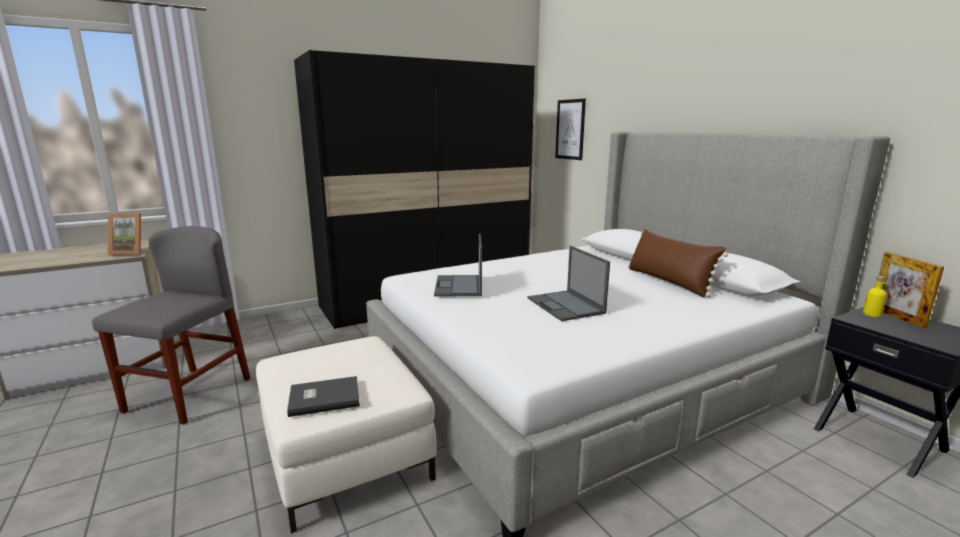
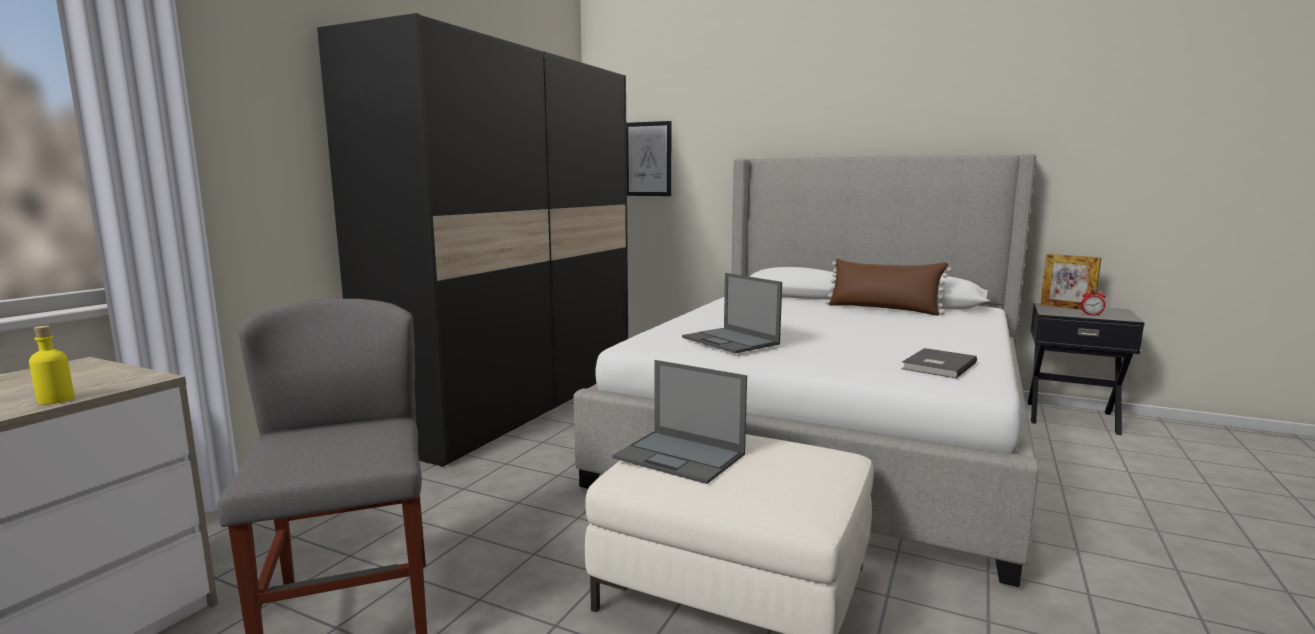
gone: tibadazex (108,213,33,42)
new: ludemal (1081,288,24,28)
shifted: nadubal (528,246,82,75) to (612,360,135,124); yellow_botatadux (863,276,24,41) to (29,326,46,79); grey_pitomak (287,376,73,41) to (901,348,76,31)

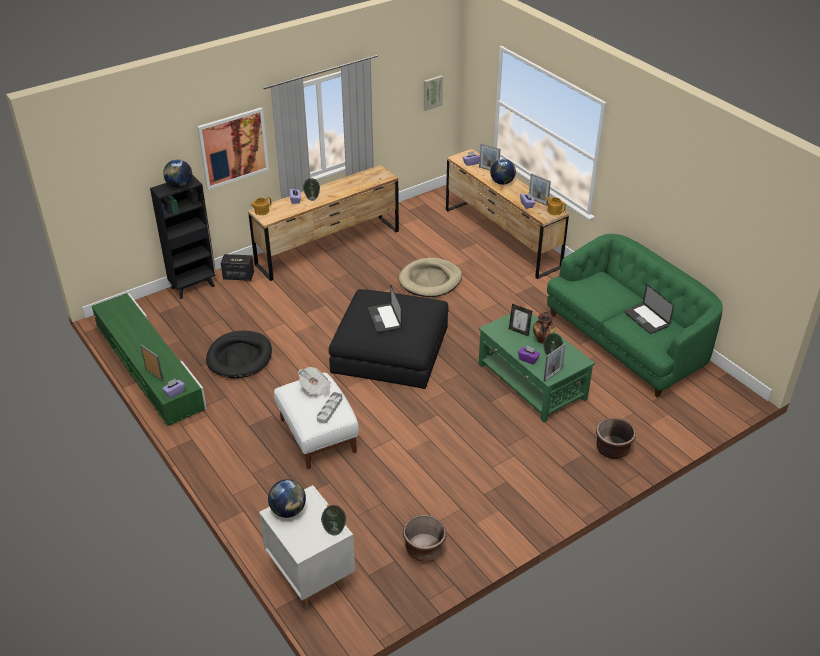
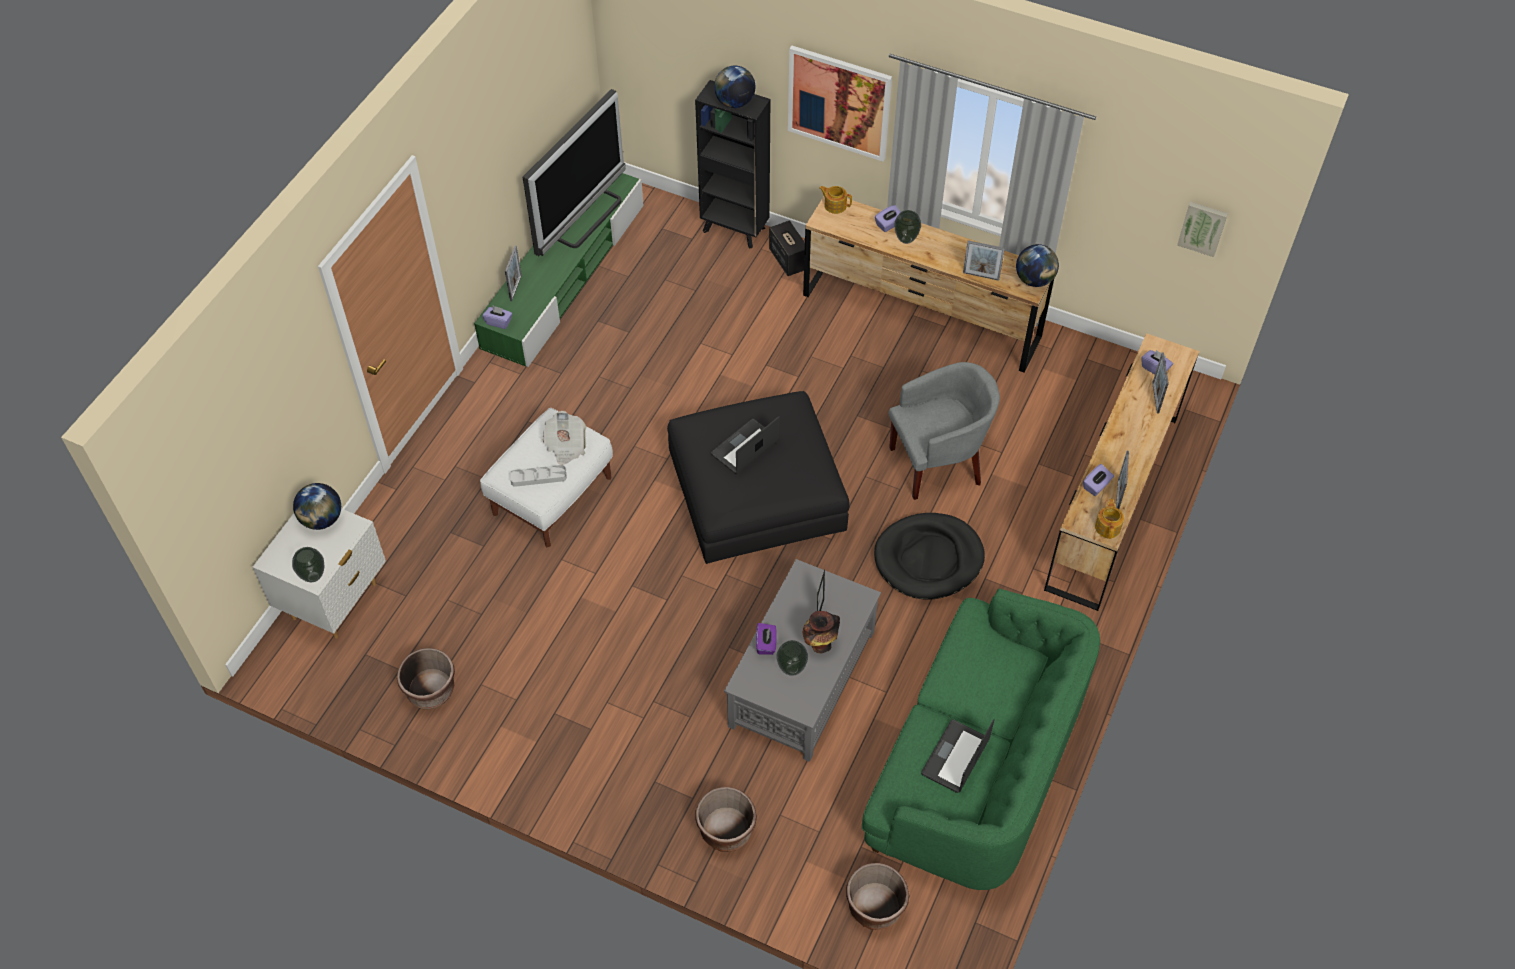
new: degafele (523,89,103,167); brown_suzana (846,863,63,67)
shifted: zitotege (490,159,26,26) to (1016,244,43,43); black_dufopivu (206,331,66,48) to (874,513,111,87); tibadazex (544,343,22,39) to (963,240,42,41)
swapped: beige_dufopivu (398,258,64,39) to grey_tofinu (889,362,111,138)
repainted: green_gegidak (478,307,117,115) to grey_gegidak (724,559,157,203)

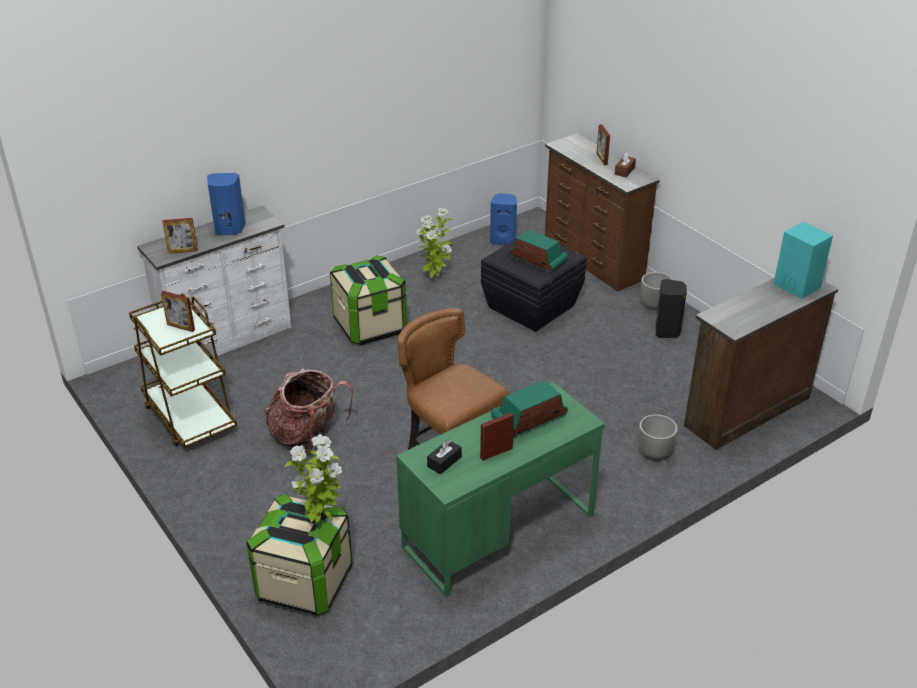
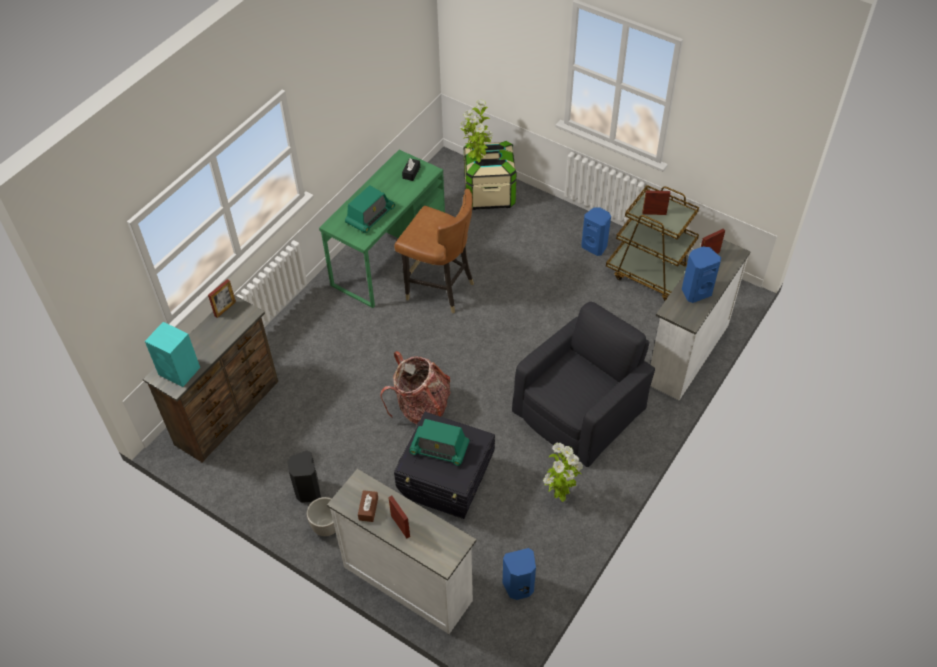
gone: suzana (638,414,40,45)
new: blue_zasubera (581,207,30,49)
shifted: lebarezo (264,368,89,85) to (380,351,71,73); tibadazex (480,413,34,48) to (208,279,28,39)
swapped: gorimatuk (330,256,77,89) to black_tofinu (512,302,143,165)
repainted: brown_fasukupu (545,133,114,159) to white_fasukupu (327,469,149,165)

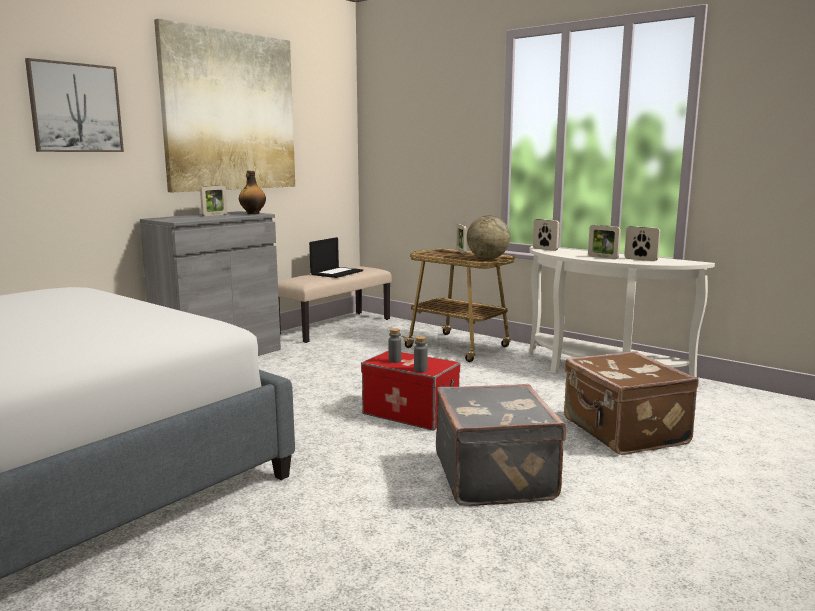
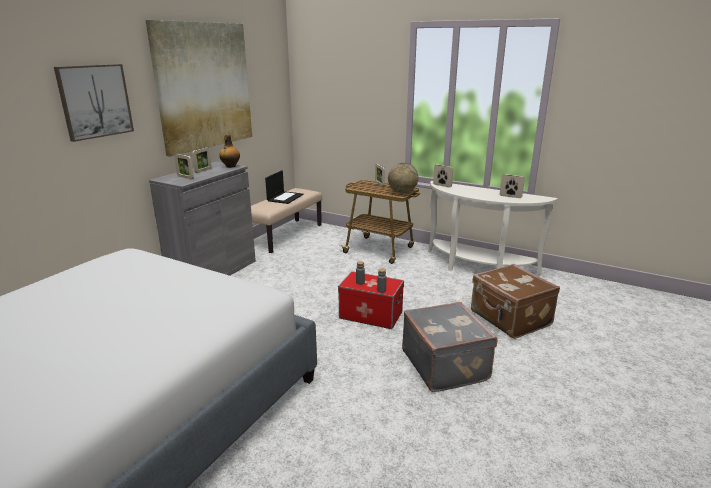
shifted: tibadazex (588,225,33,34) to (174,154,20,25)

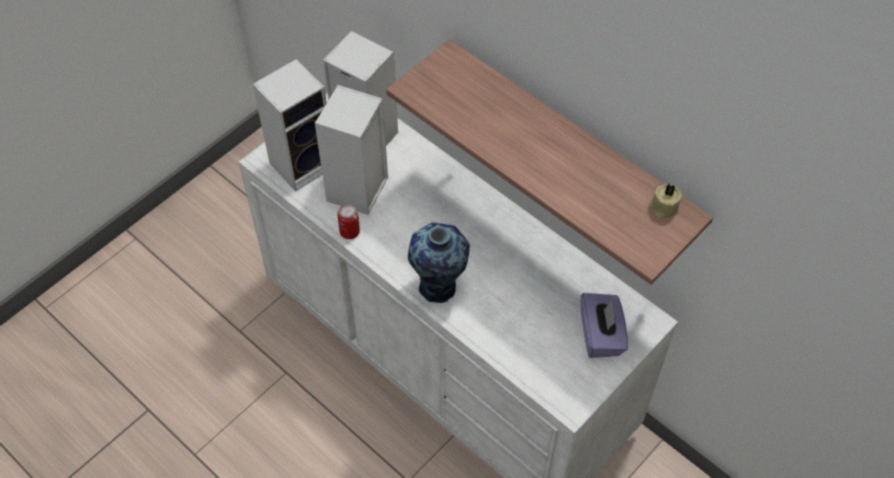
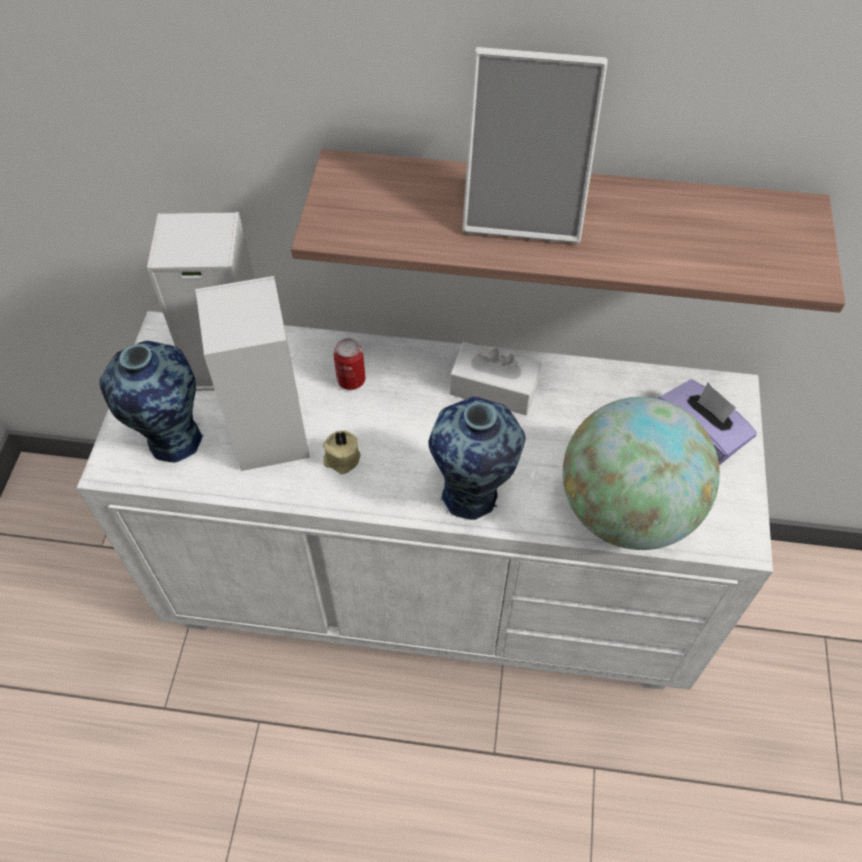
new: tibadazex (462,47,146,197); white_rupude (450,342,91,73); zitotege (563,397,157,153)
shifted: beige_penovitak (649,183,33,35) to (323,430,38,44); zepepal (337,204,23,35) to (334,338,31,52)
swapped: zasubera (253,59,74,132) to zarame (99,341,105,121)

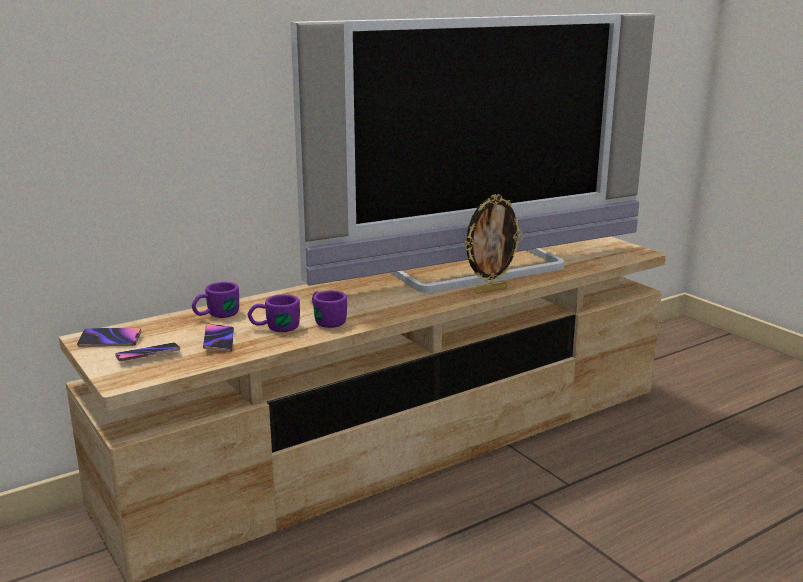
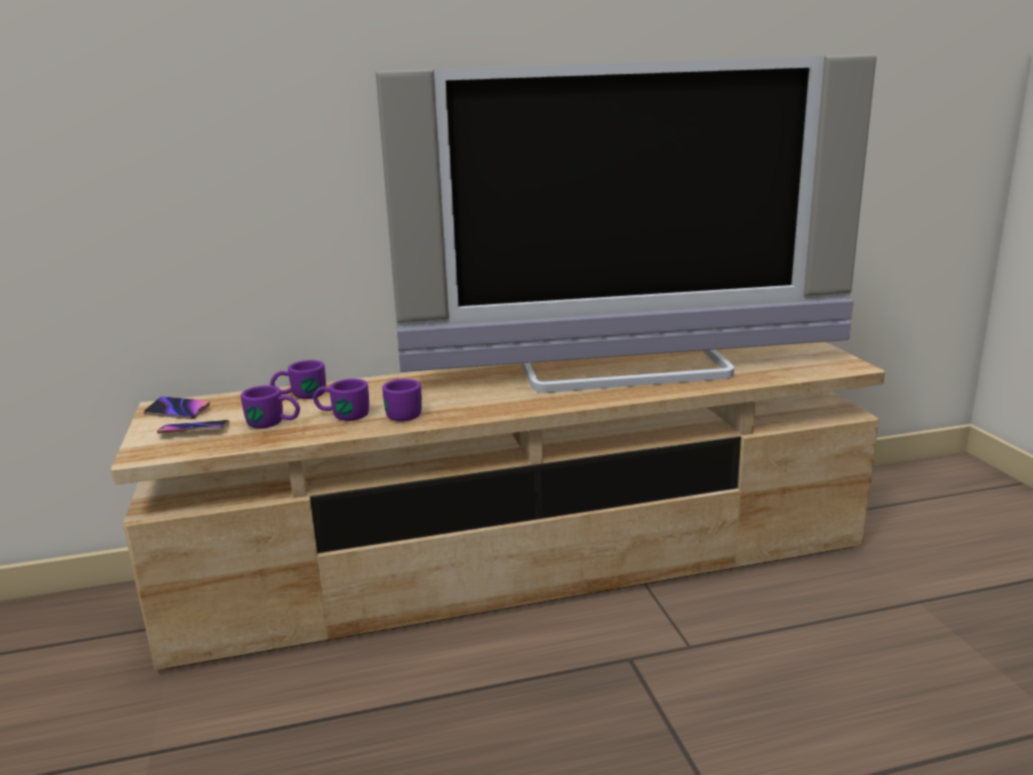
gone: tibadazex (464,194,58,100)
swapped: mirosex (203,324,31,28) to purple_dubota (241,385,59,43)

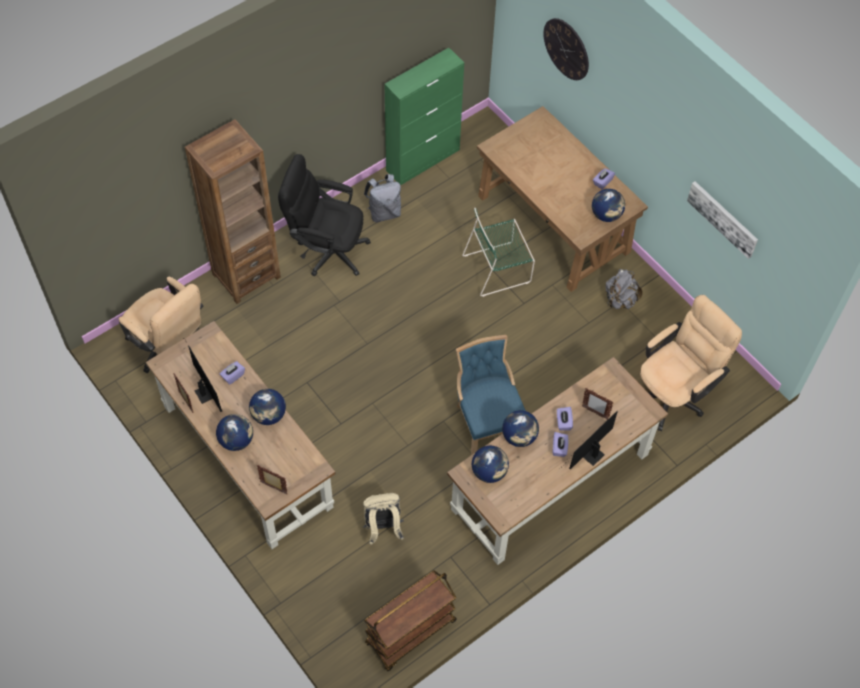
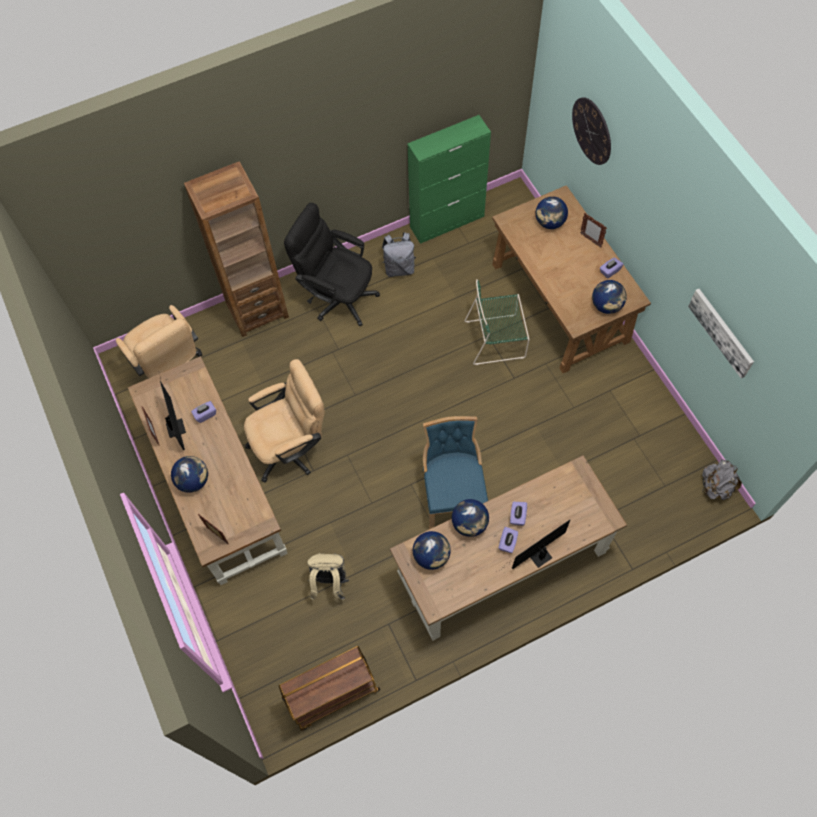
shifted: grey_lebarezo (606,269,37,40) to (702,459,40,41); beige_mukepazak (640,295,102,136) to (244,359,81,124); tibadazex (582,388,31,32) to (580,213,27,35); zitotege (249,389,37,36) to (536,196,32,33)

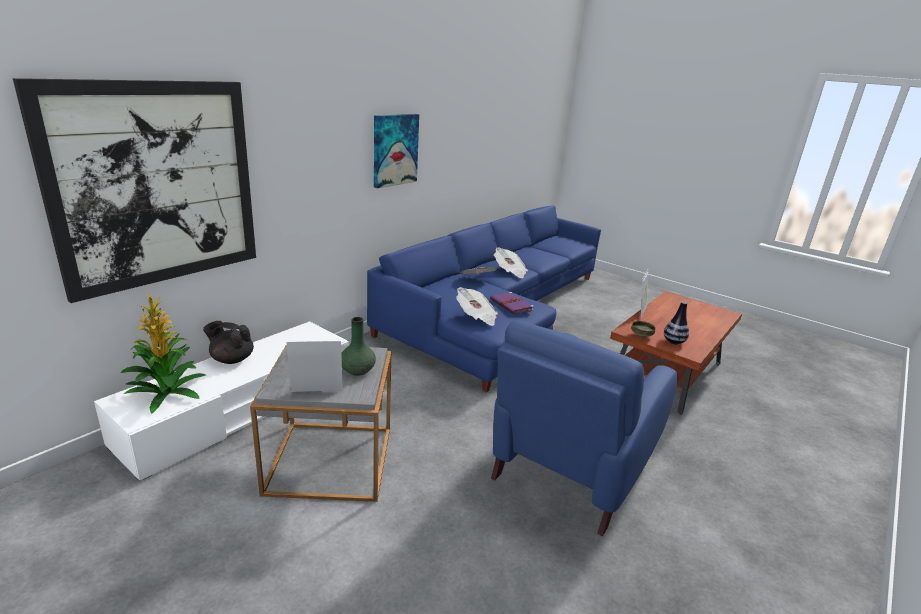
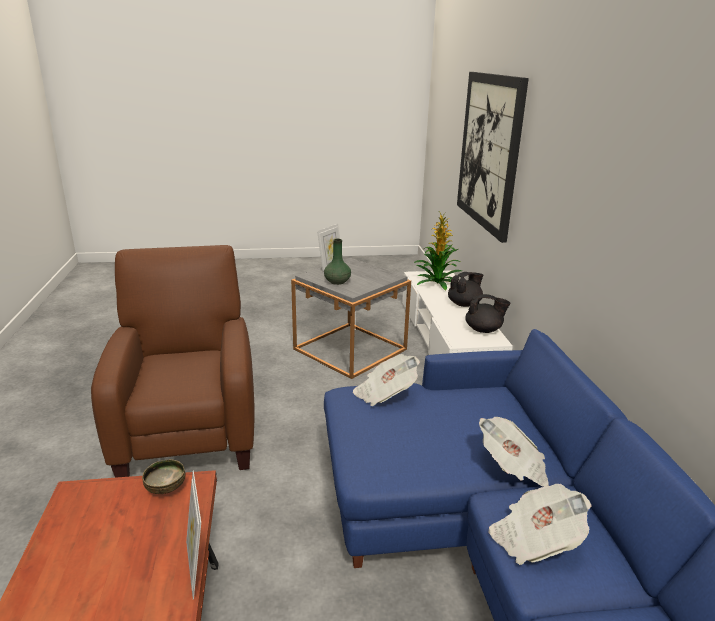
gone: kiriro (374,114,45,74); purple_pitomak (490,292,44,22); zarame (664,301,25,43)
new: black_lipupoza (465,294,45,39)
repainted: blue_tofinu (491,320,186,216) to brown_tofinu (91,245,163,233)

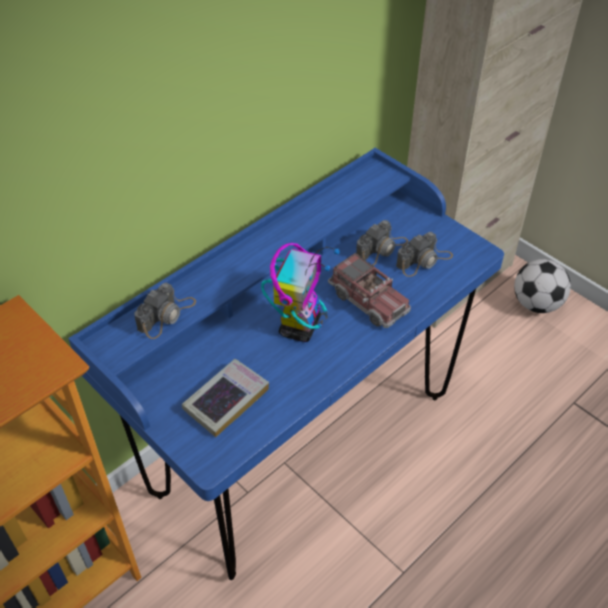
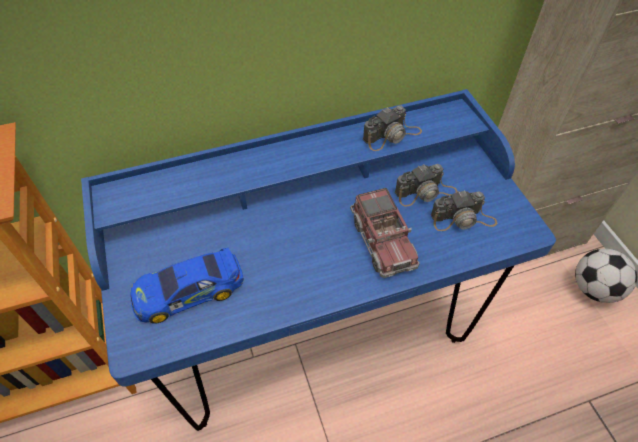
gone: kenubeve (261,243,79,99)
shifted: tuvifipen (134,283,62,56) to (363,105,59,46)
swapped: pitomak (182,359,87,78) to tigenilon (130,248,114,76)

